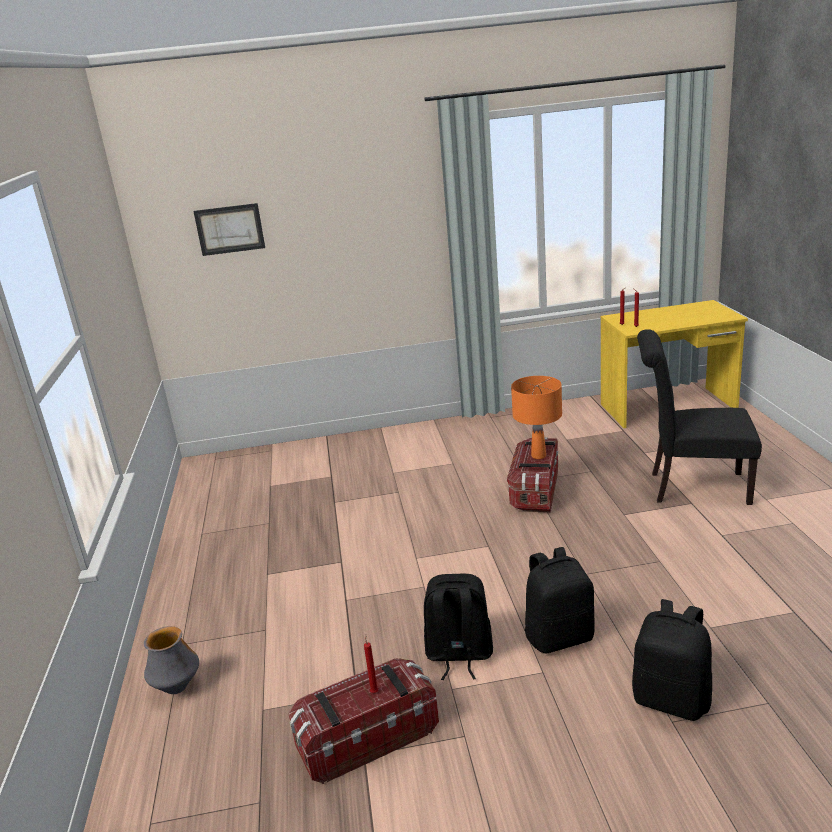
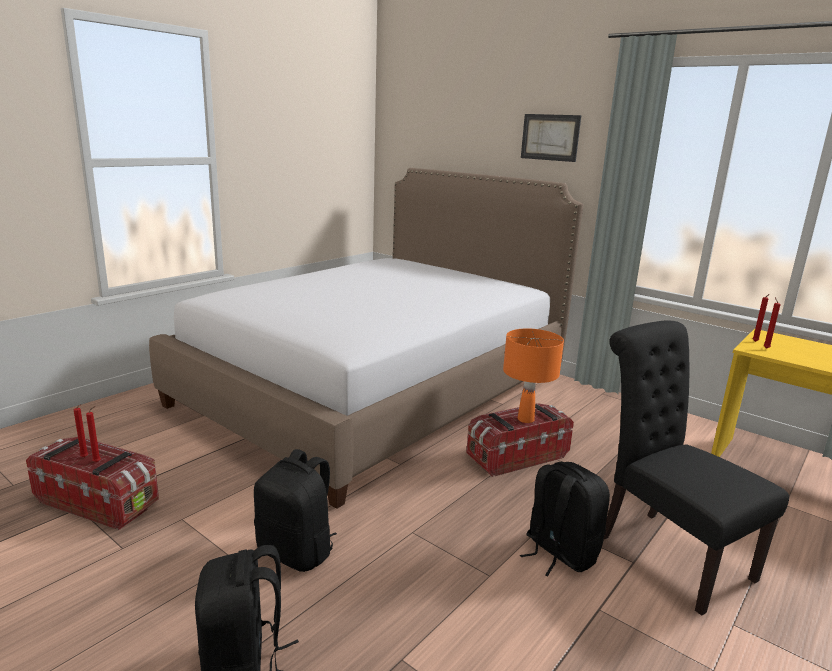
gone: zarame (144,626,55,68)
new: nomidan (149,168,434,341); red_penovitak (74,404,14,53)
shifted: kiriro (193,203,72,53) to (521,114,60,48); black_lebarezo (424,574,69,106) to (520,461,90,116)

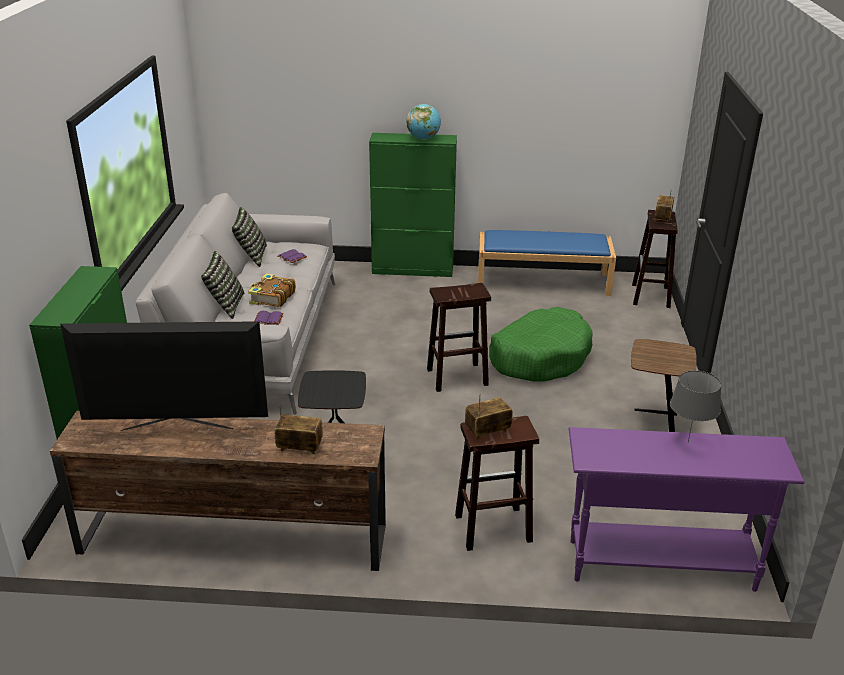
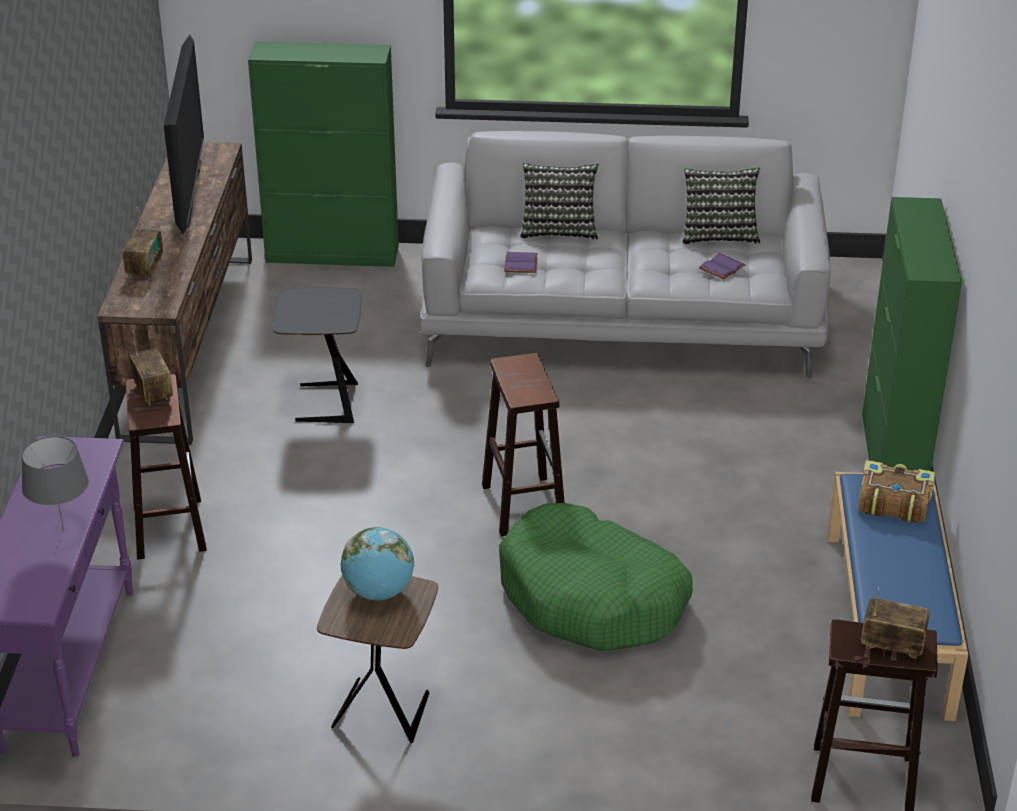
shifted: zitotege (406,104,35,36) to (341,527,73,73); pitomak (248,274,48,33) to (858,460,78,63)

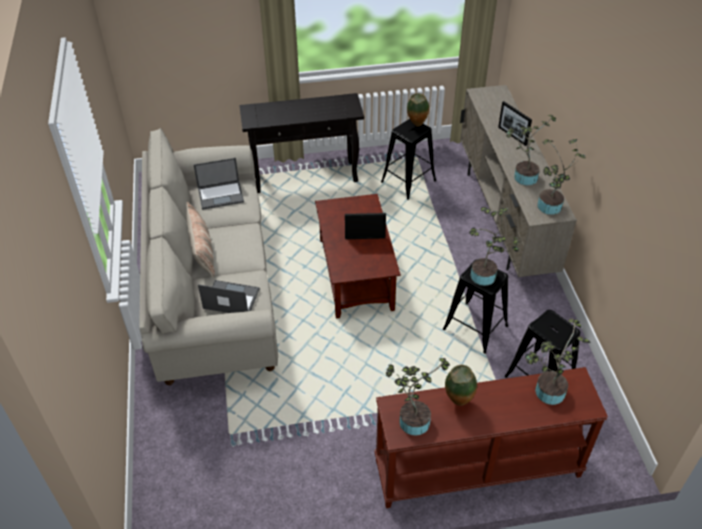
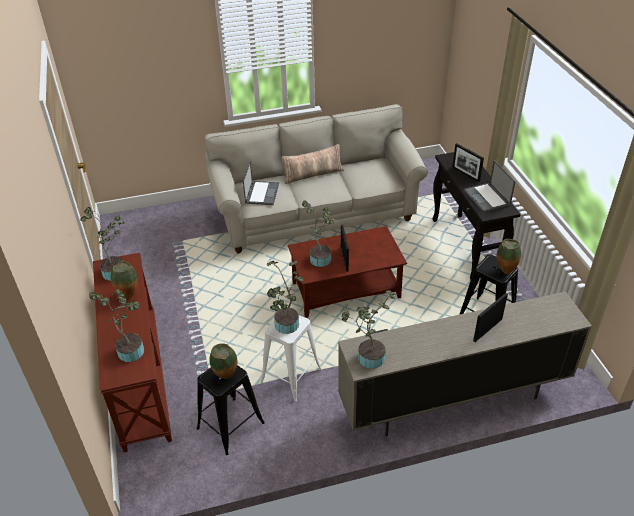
new: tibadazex (452,143,32,39); zarame (209,343,28,36)
shifted: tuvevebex (506,115,51,70) to (302,200,33,67); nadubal (194,158,50,52) to (464,160,52,53)
repainted: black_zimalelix (443,259,65,95) to white_zimalelix (260,315,62,87)

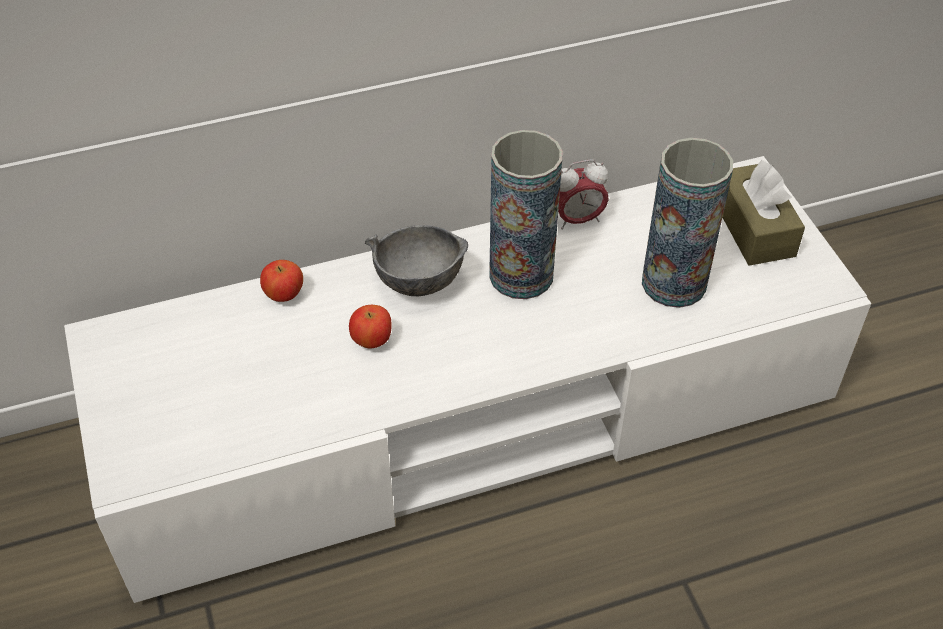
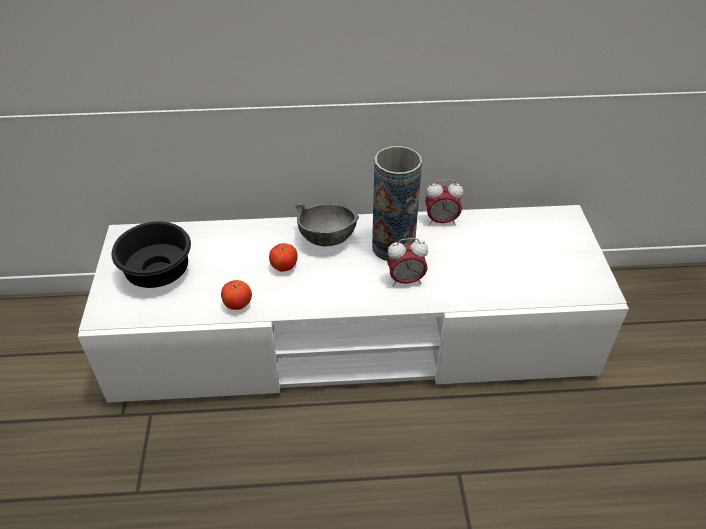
gone: zarame (642,138,91,170); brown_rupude (722,160,83,106)
new: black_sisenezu (111,222,80,66); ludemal (387,238,41,48)
shifted: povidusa (260,260,43,42) to (221,280,31,30)

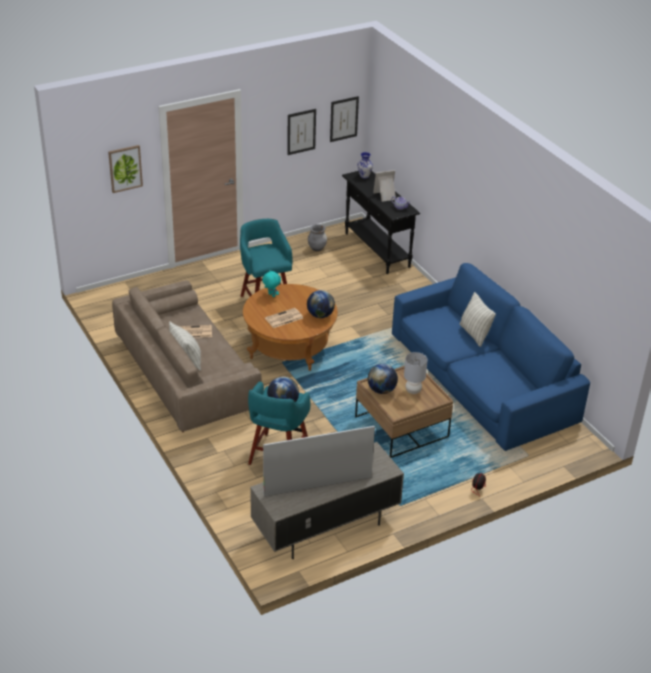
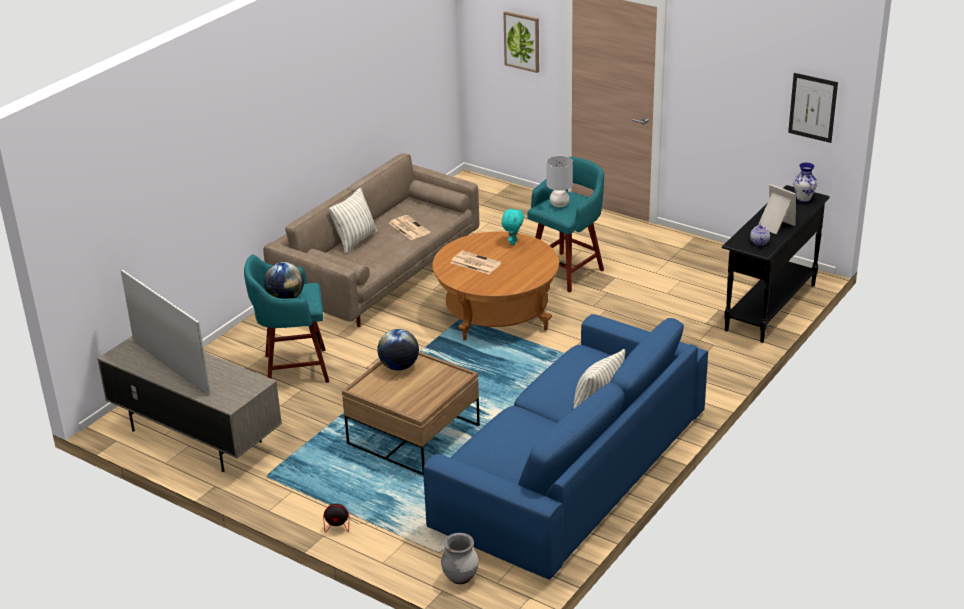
gone: kiriro (287,109,29,46); zitotege (307,290,28,28)
shifted: grey_zarame (308,224,19,27) to (441,533,38,51); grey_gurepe (404,352,24,42) to (546,156,27,51)

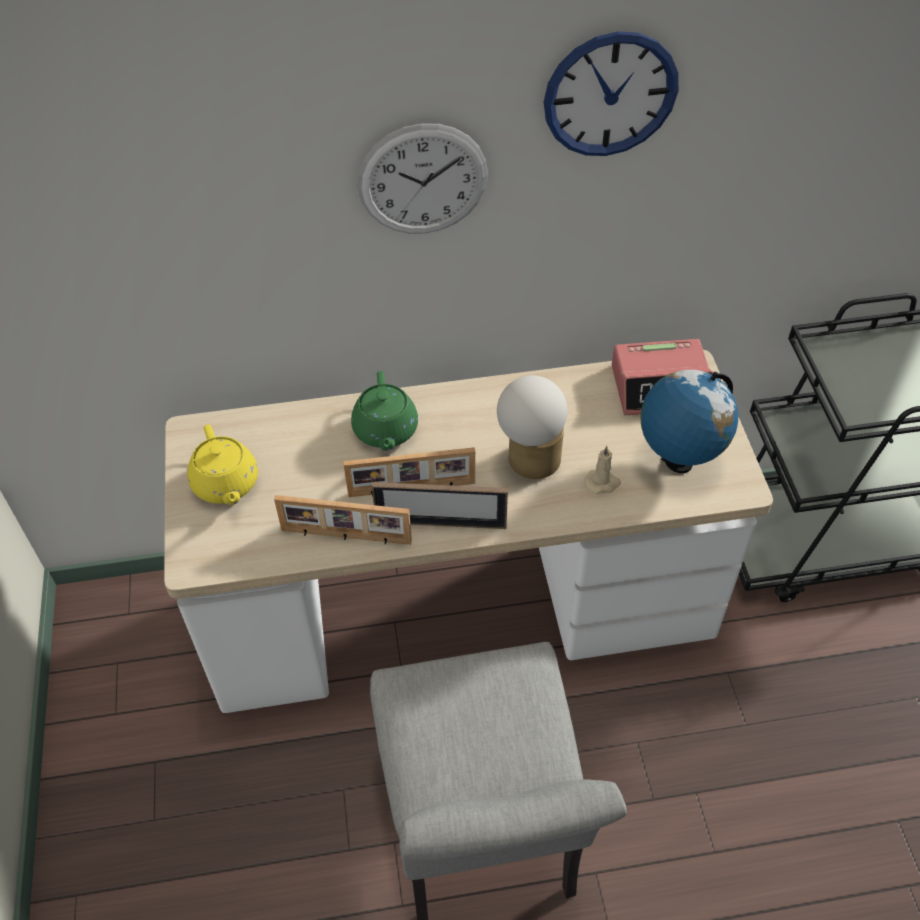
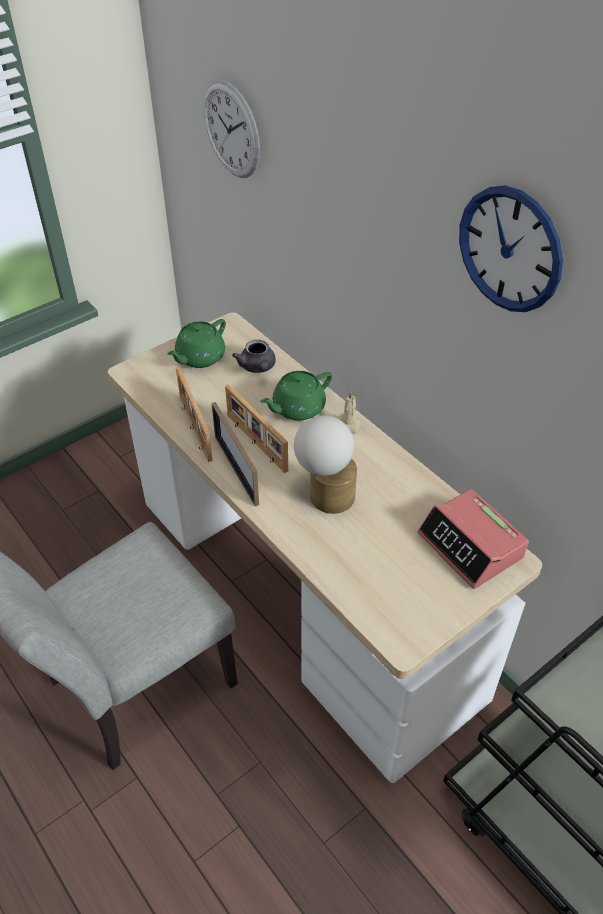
gone: zitotege (640,370,98,103)
new: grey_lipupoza (232,340,44,33)
shifted: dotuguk (358,124,130,109) to (204,80,56,98); beige_penovitak (585,446,36,48) to (338,391,23,43)
repainted: yellow_lipupoza (187,425,71,80) to green_lipupoza (167,319,59,49)

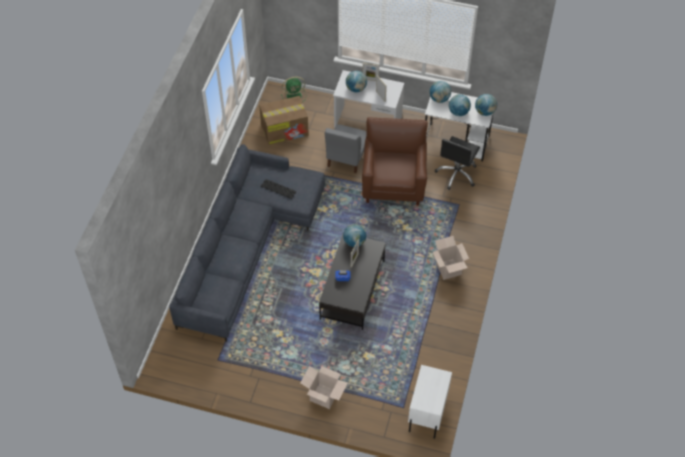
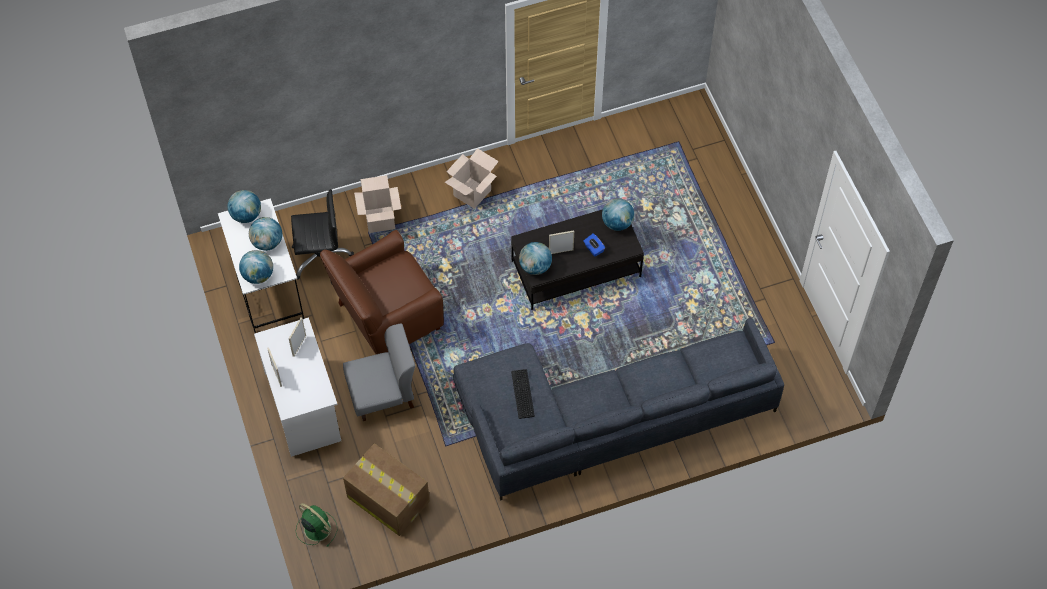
gone: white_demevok (408,365,44,74)
shifted: zitotege (346,71,21,21) to (602,198,32,33); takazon (300,366,48,43) to (354,175,47,58)

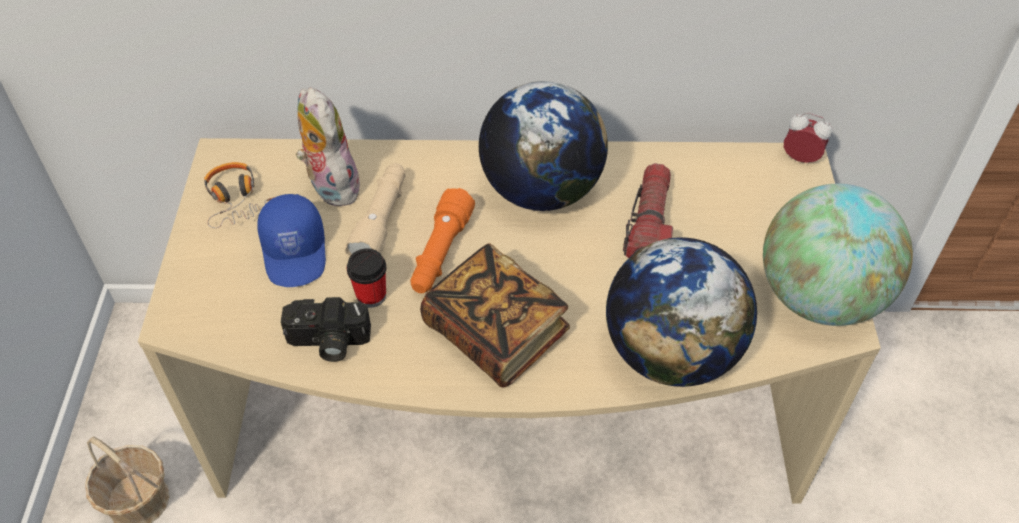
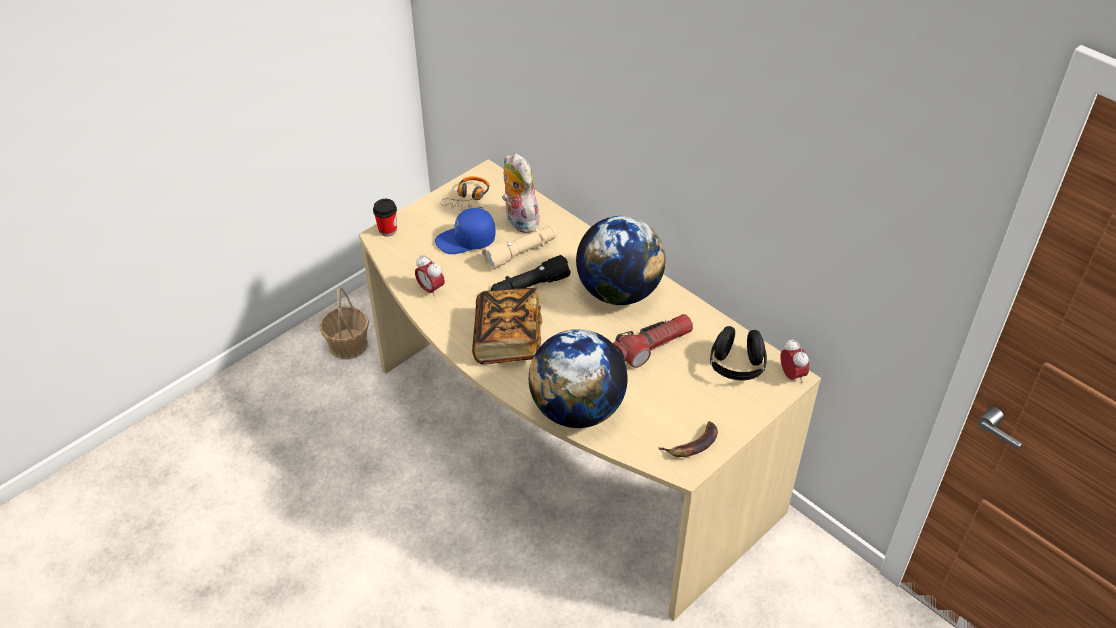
new: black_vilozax (710,326,57,54)
shifted: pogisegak (347,248,39,60) to (373,199,24,38)
swapped: zitotege (763,184,150,142) to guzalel (658,421,60,36); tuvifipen (281,297,90,65) to ludemal (415,255,30,43)
repainted: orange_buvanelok (411,188,64,105) to black_buvanelok (491,255,80,35)
rotated: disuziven (296,87,64,119) = (502,153,37,80) 45 degrees counterclockwise; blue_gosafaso (258,194,68,93) = (435,208,60,46) 45 degrees clockwise

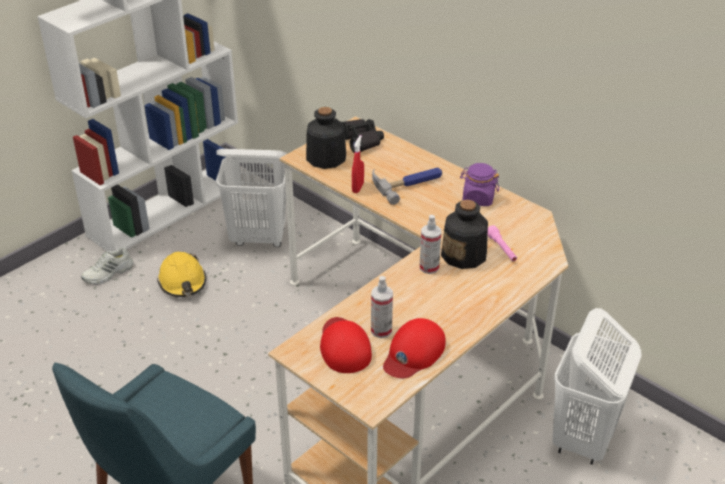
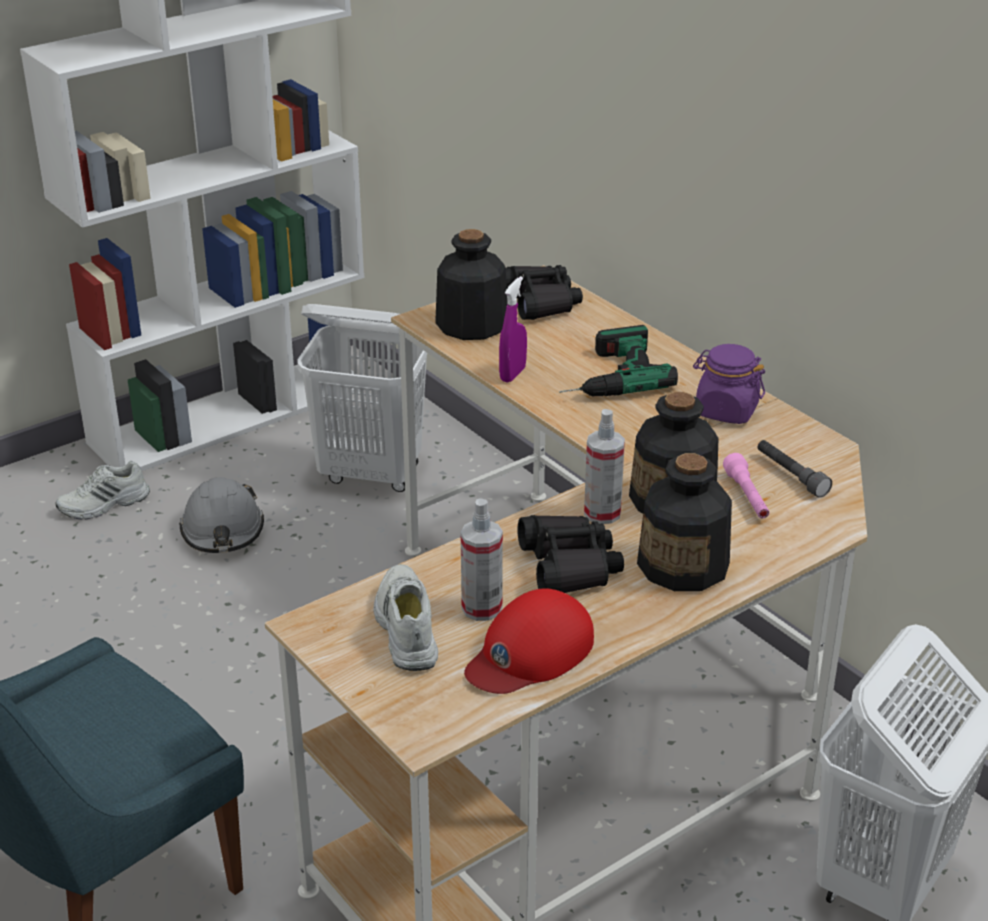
new: grey_buvanelok (758,440,74,58); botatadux (637,453,95,138); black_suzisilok (517,515,107,78)
swapped: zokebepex (372,168,70,37) to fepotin (559,325,119,71); red_gosafaso (320,317,52,56) to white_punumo (373,564,65,107)
repainted: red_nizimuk (352,135,12,58) to purple_nizimuk (499,276,28,107); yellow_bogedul (157,252,49,45) to grey_bogedul (179,477,85,76)

